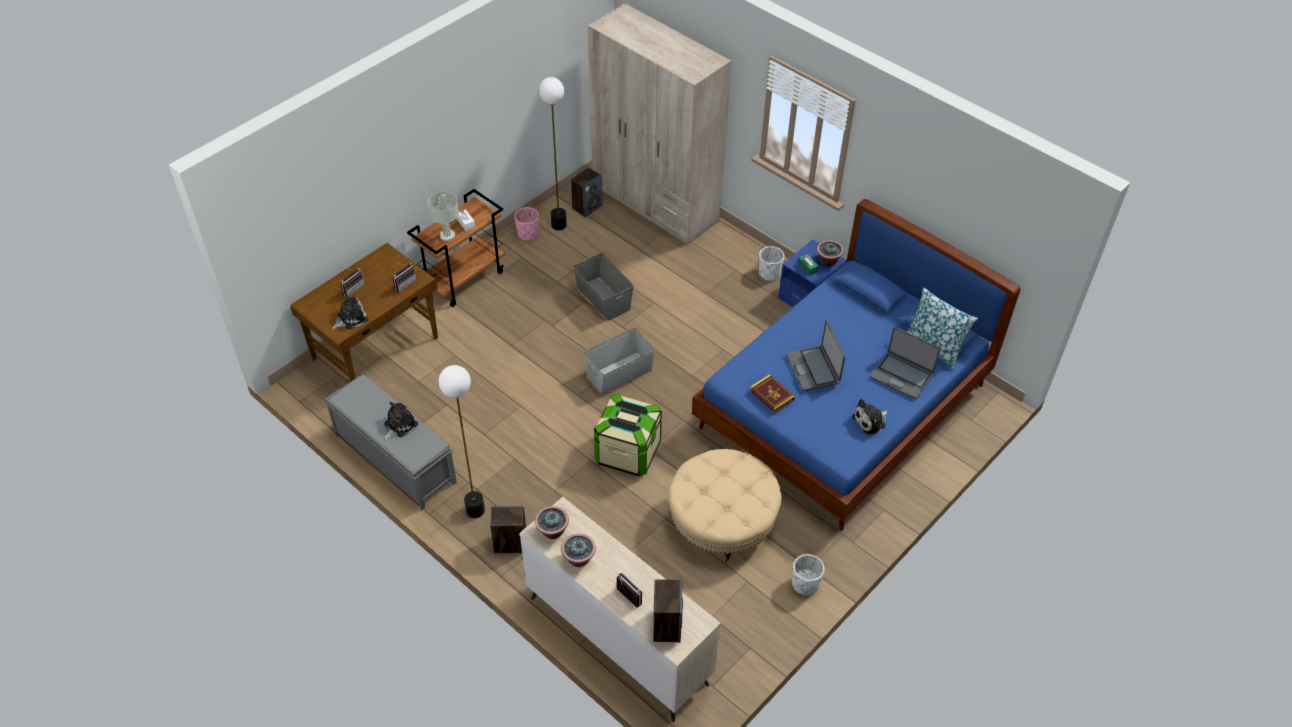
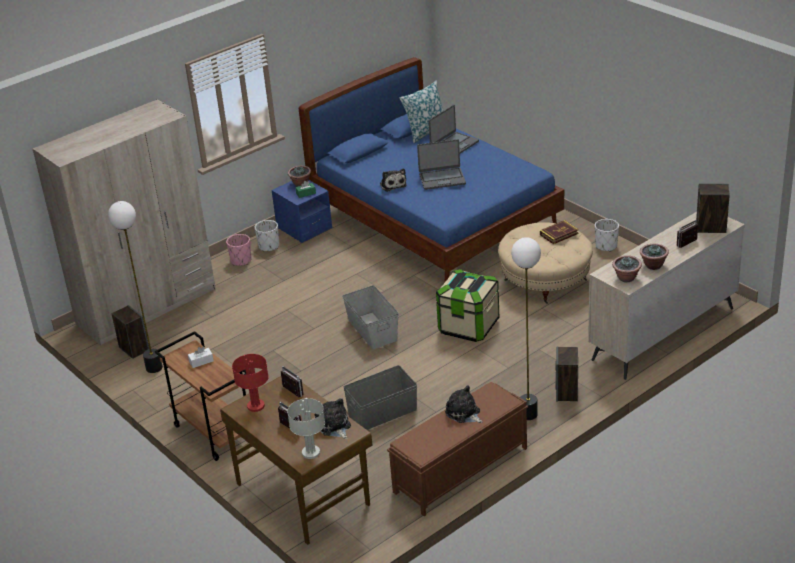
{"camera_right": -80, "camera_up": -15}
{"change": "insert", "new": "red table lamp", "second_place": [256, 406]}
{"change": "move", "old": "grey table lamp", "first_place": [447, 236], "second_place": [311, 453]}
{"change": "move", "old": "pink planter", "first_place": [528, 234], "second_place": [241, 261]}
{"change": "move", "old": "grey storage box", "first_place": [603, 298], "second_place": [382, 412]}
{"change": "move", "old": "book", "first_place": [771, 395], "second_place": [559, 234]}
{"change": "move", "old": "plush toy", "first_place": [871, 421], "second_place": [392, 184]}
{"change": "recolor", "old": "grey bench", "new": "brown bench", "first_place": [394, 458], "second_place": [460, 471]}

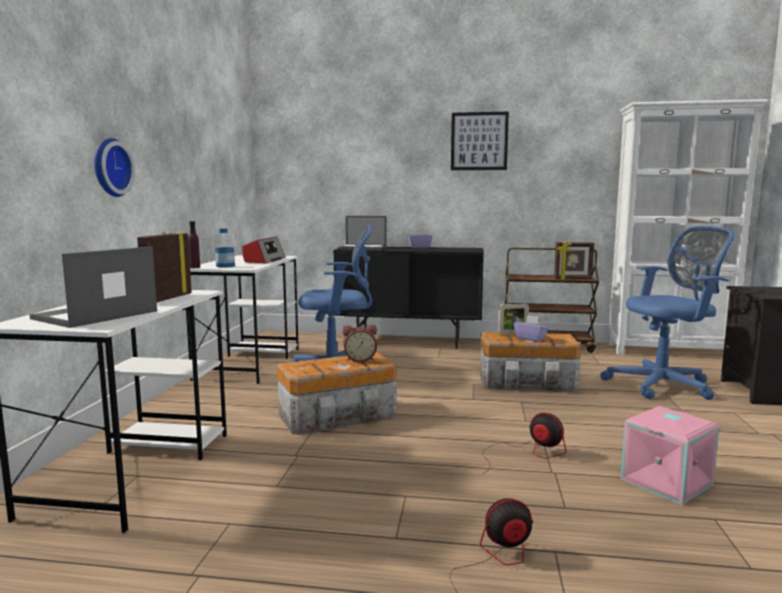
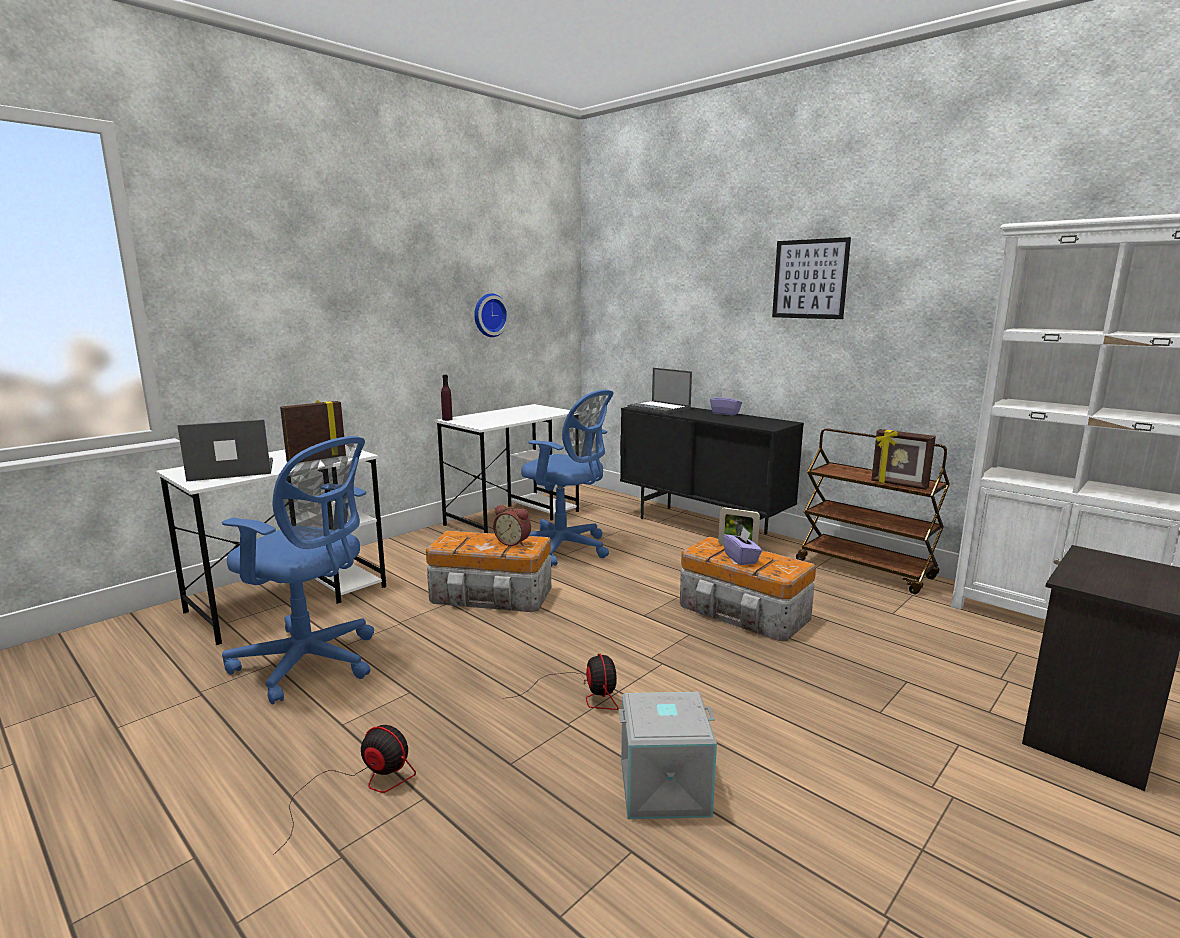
{"camera_right": 35, "camera_up": 5}
{"change": "delete", "old": "bottle", "first_place": [225, 266]}
{"change": "delete", "old": "radio", "first_place": [264, 260]}
{"change": "move", "old": "wall clock", "first_place": [109, 167], "second_place": [489, 315]}
{"change": "move", "old": "blue office chair", "first_place": [664, 385], "second_place": [311, 663]}
{"change": "recolor", "old": "pink storage box", "new": "grey storage box", "first_place": [667, 482], "second_place": [664, 789]}

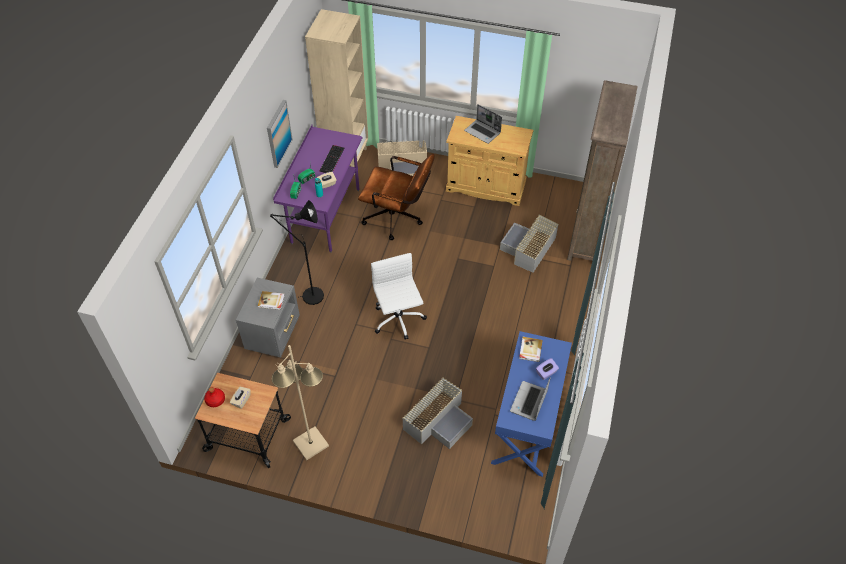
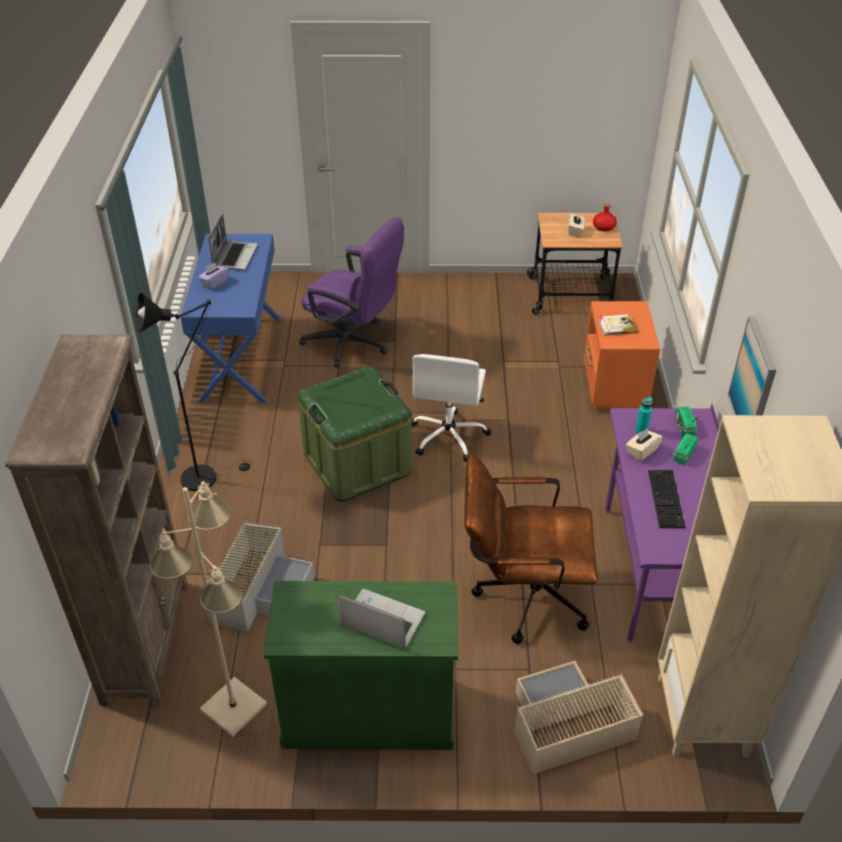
{"camera_right": 165, "camera_up": -10}
{"change": "delete", "old": "book", "first_place": [530, 350]}
{"change": "insert", "new": "green storage box", "second_place": [357, 463]}
{"change": "move", "old": "black floor lamp", "first_place": [308, 297], "second_place": [205, 475]}
{"change": "move", "old": "beige floor lamp", "first_place": [310, 443], "second_place": [234, 707]}
{"change": "replace", "old": "grey storage box", "new": "purple office chair", "first_place": [439, 420], "second_place": [353, 343]}
{"change": "recolor", "old": "grey nightstand", "new": "orange nightstand", "first_place": [274, 334], "second_place": [613, 388]}
{"change": "recolor", "old": "beige cabinet", "new": "green cabinet", "first_place": [486, 186], "second_place": [369, 712]}
{"change": "rotate", "old": "white office chair", "first_place": [398, 320], "second_place": [448, 436], "degrees": 45}

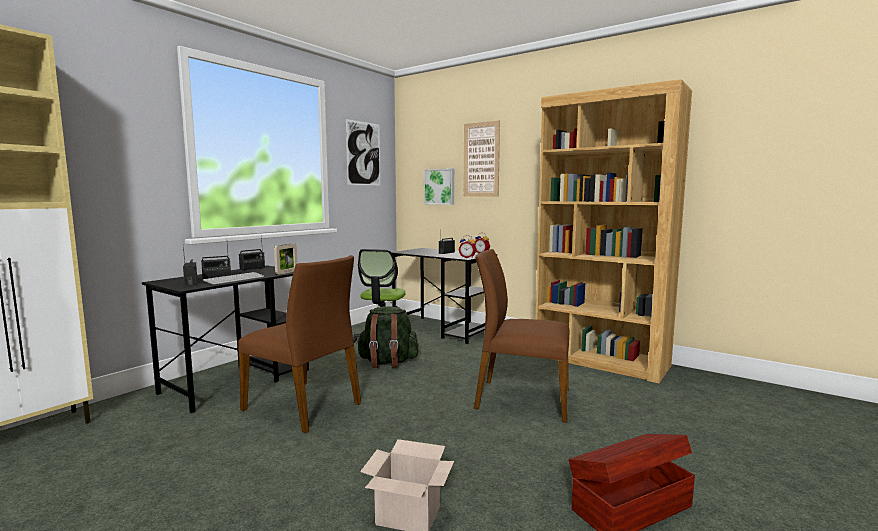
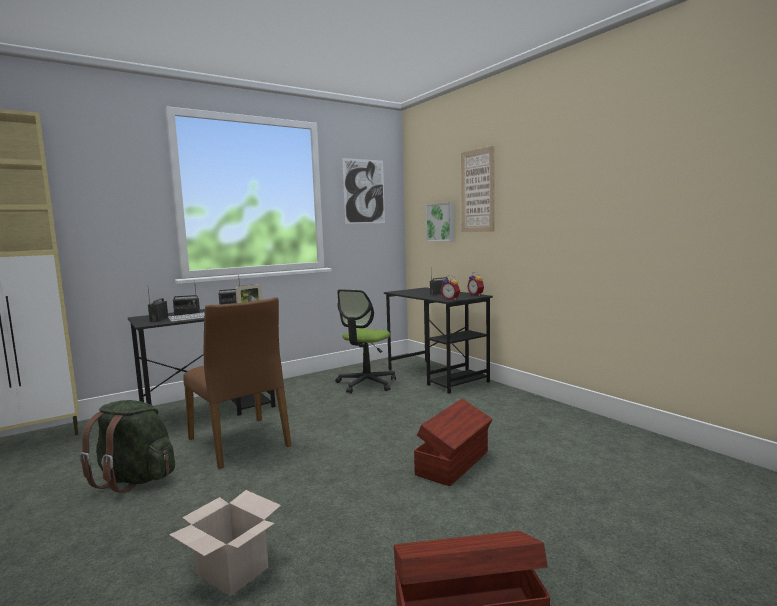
{"camera_right": 20, "camera_up": 0}
{"change": "delete", "old": "brown bookcase", "first_place": [600, 361]}
{"change": "move", "old": "green backpack", "first_place": [387, 362], "second_place": [135, 479]}
{"change": "replace", "old": "brown chair", "new": "brown storage box", "first_place": [521, 399], "second_place": [454, 463]}

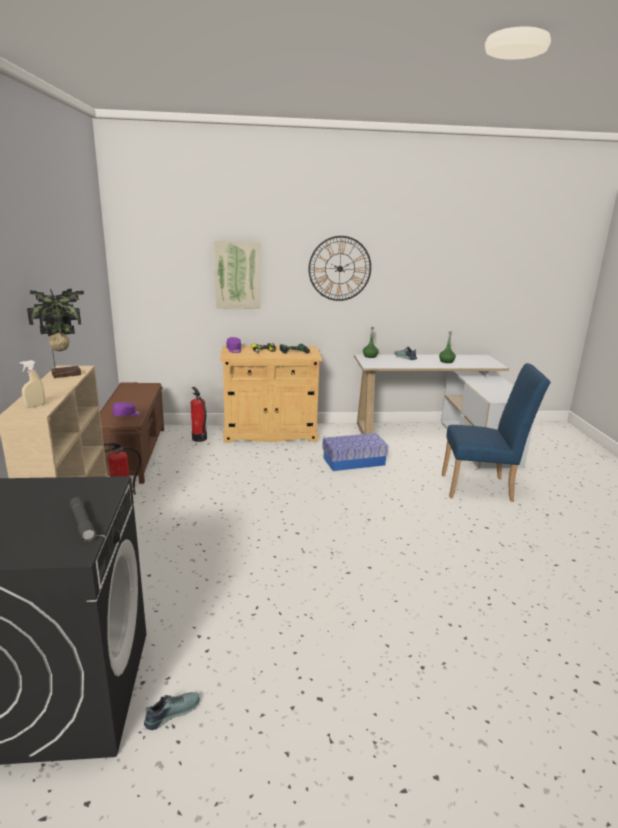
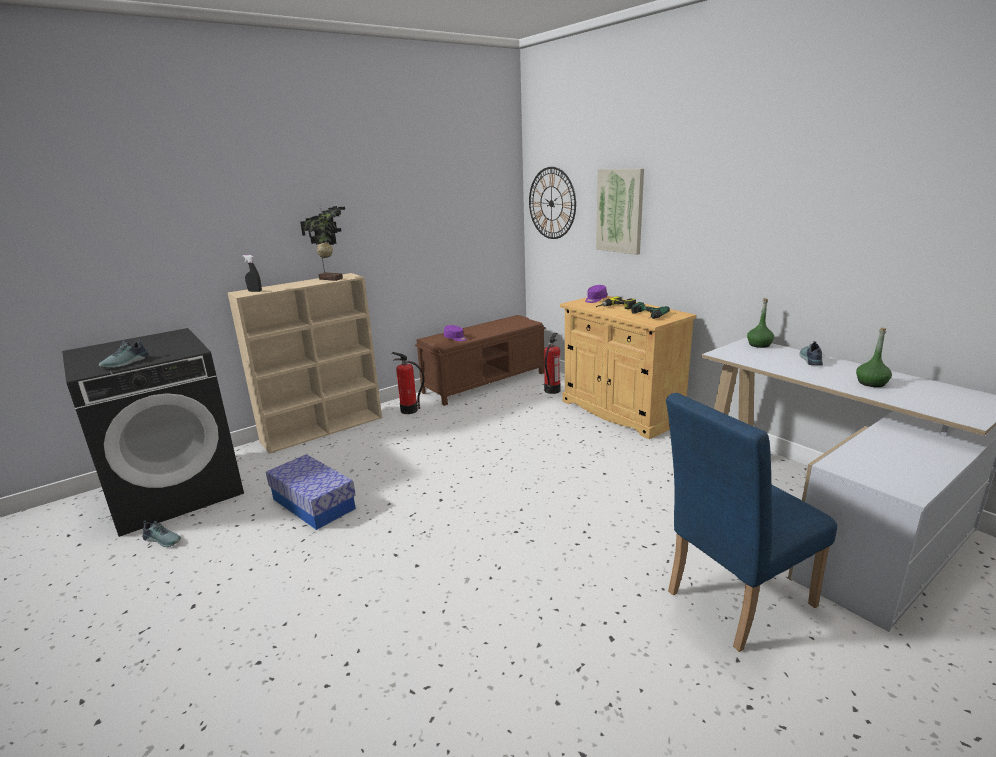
{"camera_right": 60, "camera_up": 0}
{"change": "move", "old": "wall clock", "first_place": [340, 268], "second_place": [551, 203]}
{"change": "move", "old": "storage box", "first_place": [354, 461], "second_place": [313, 504]}
{"change": "replace", "old": "grey flashlight", "new": "shoe", "first_place": [82, 524], "second_place": [126, 363]}
{"change": "recolor", "old": "beige spray bottle", "new": "black spray bottle", "first_place": [35, 406], "second_place": [255, 291]}
{"change": "rotate", "old": "blue chair", "first_place": [482, 488], "second_place": [732, 602], "degrees": 90}

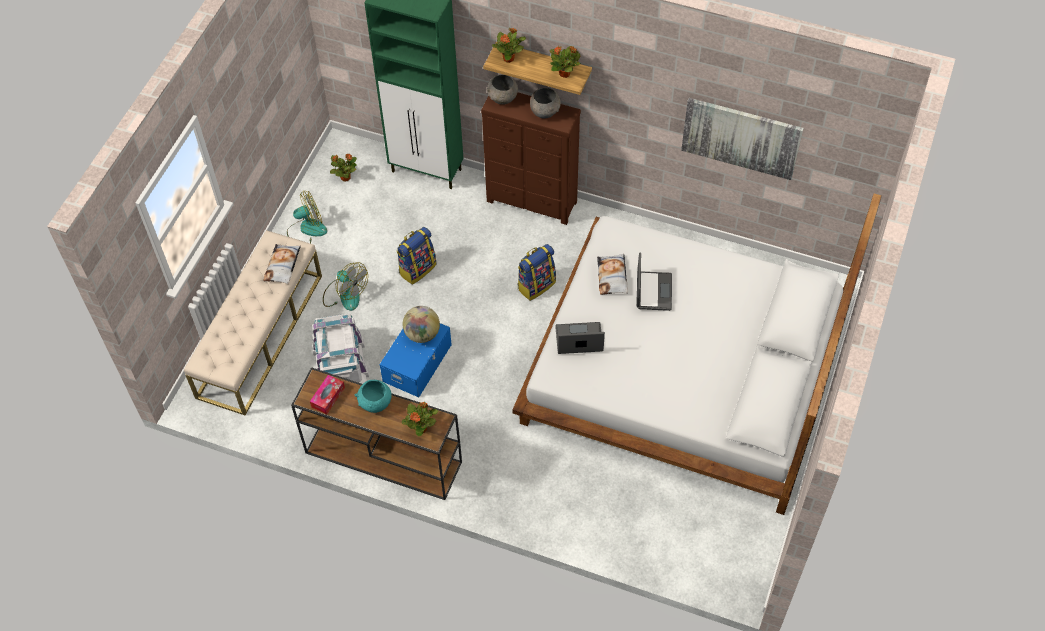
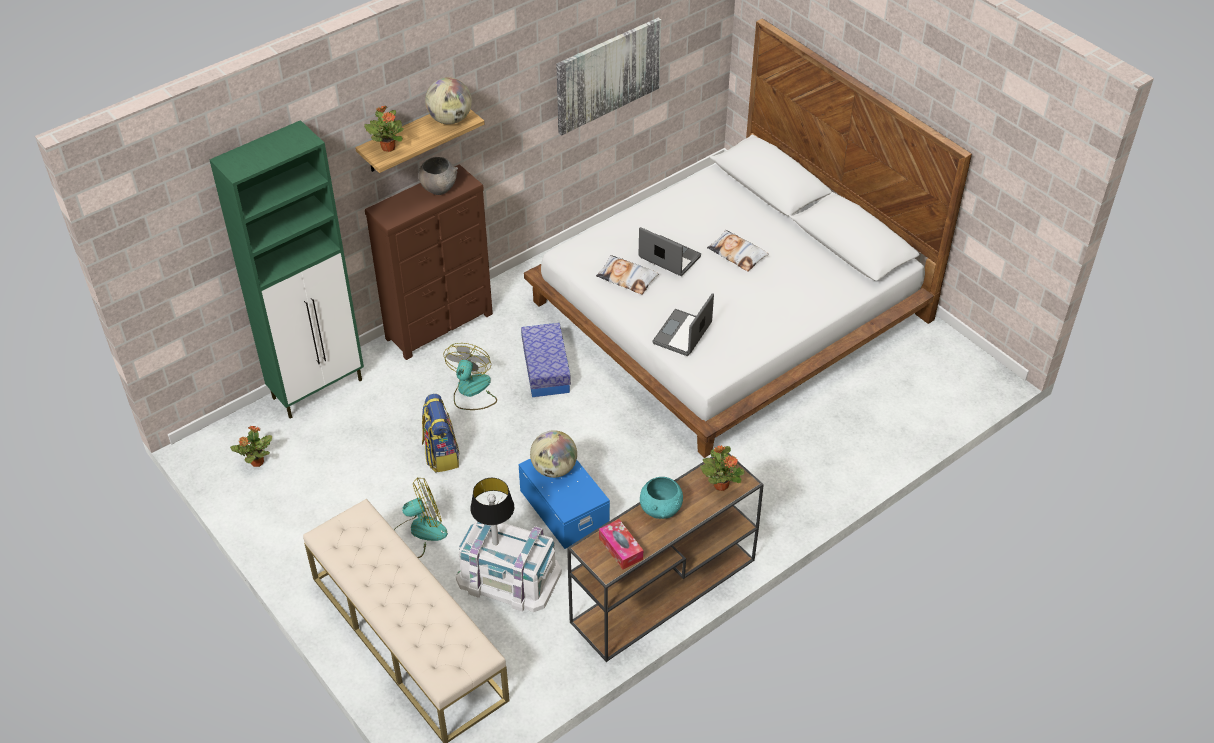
{"camera_right": -60, "camera_up": -10}
{"change": "delete", "old": "grey bowl", "first_place": [502, 99]}
{"change": "insert", "new": "table lamp", "second_place": [495, 542]}
{"change": "move", "old": "pillow", "first_place": [283, 266], "second_place": [737, 254]}
{"change": "move", "old": "fan", "first_place": [306, 230], "second_place": [471, 391]}
{"change": "replace", "old": "backpack", "new": "storage box", "first_place": [536, 285], "second_place": [546, 369]}
{"change": "replace", "old": "potted plant", "new": "globe", "first_place": [565, 73], "second_place": [450, 119]}

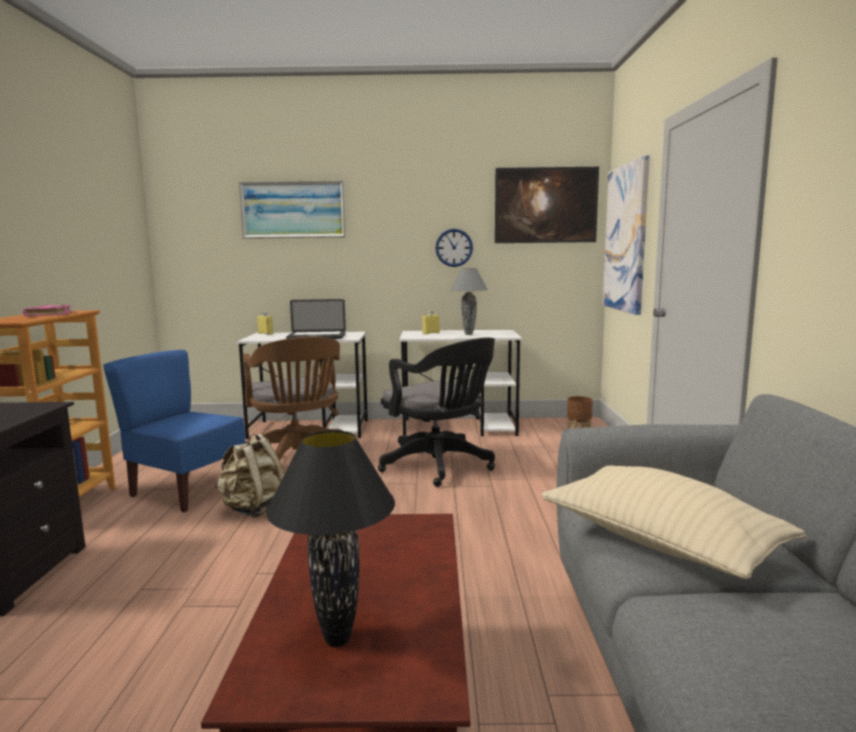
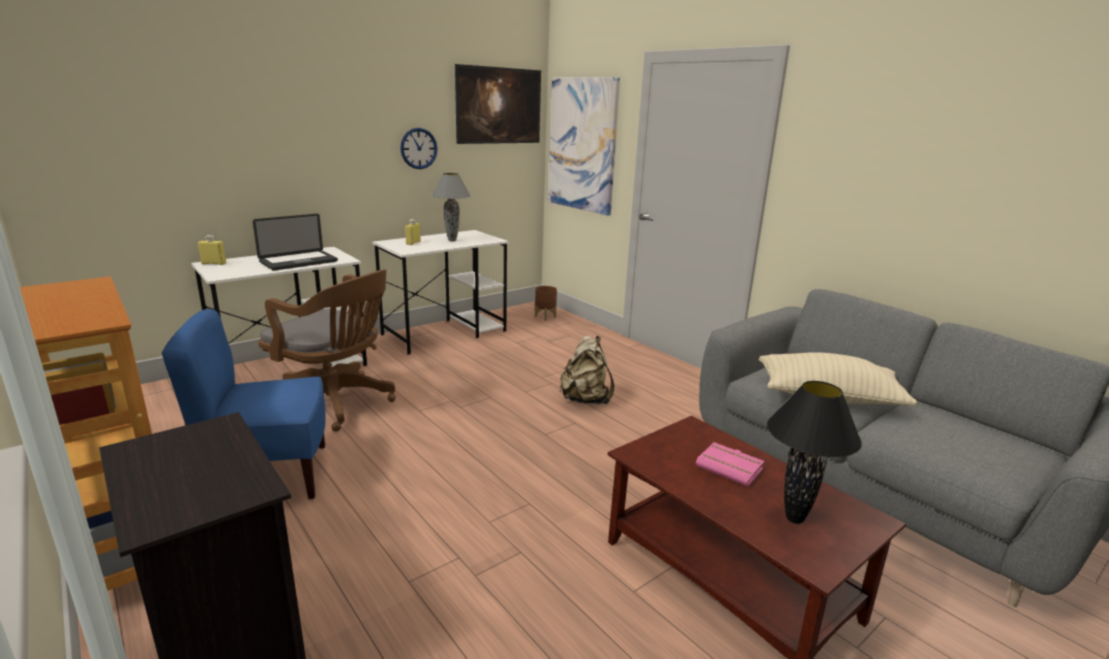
{"camera_right": -40, "camera_up": 10}
{"change": "delete", "old": "picture", "first_place": [293, 210]}
{"change": "delete", "old": "black office chair", "first_place": [440, 466]}
{"change": "move", "old": "pink book", "first_place": [50, 314], "second_place": [731, 468]}
{"change": "move", "old": "beige backpack", "first_place": [254, 509], "second_place": [585, 400]}

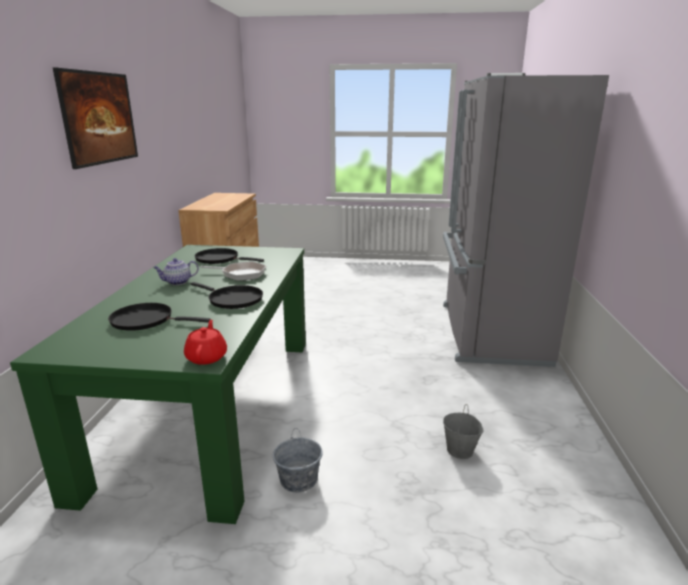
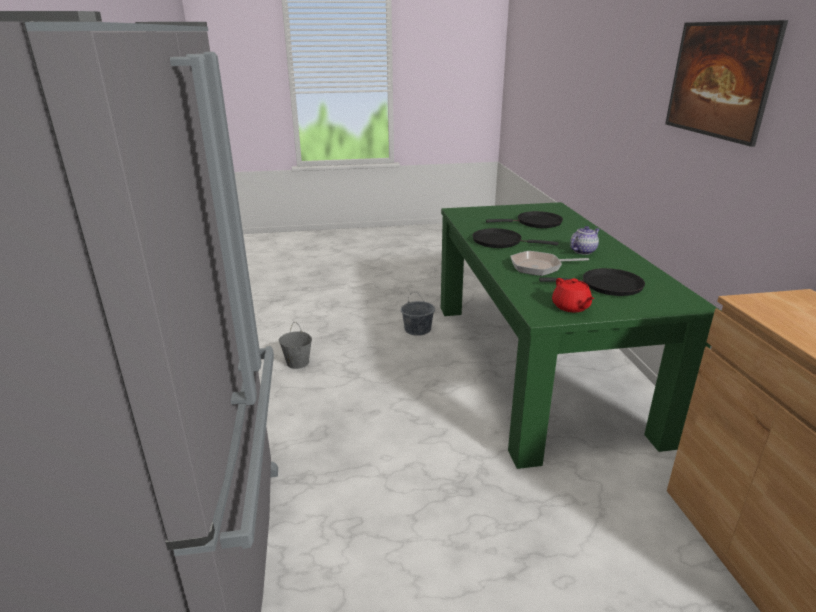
{"camera_right": 165, "camera_up": 5}
{"change": "move", "old": "red teapot", "first_place": [207, 357], "second_place": [571, 307]}

